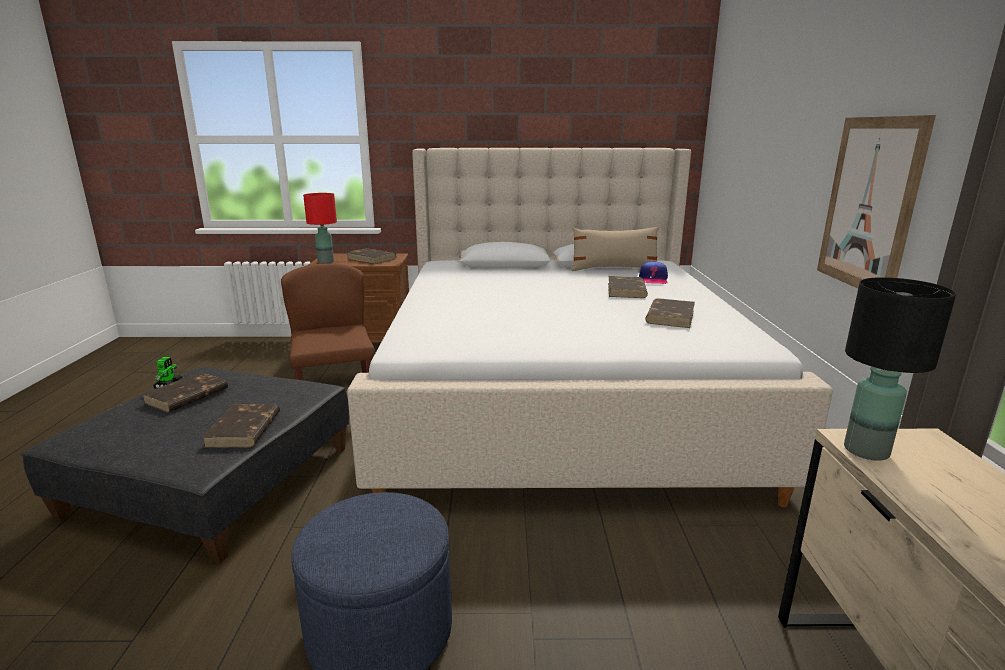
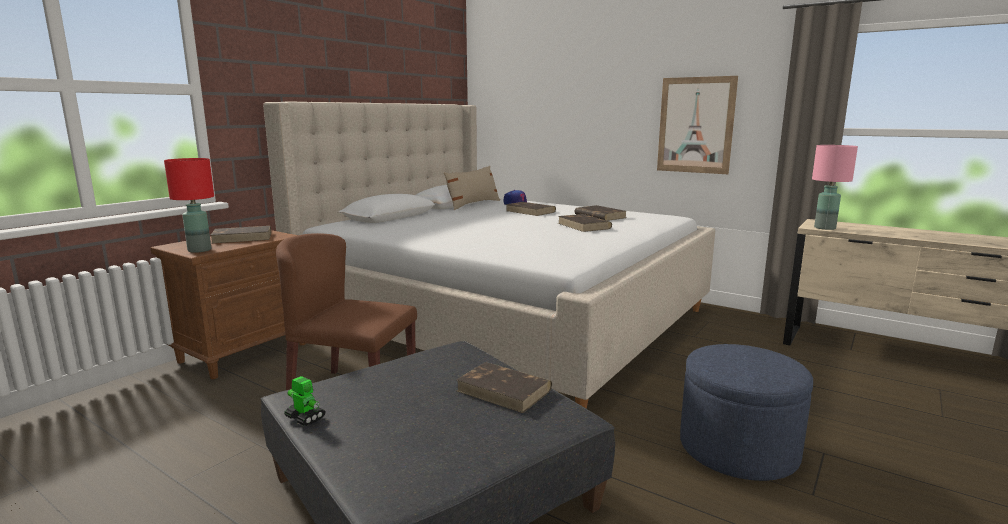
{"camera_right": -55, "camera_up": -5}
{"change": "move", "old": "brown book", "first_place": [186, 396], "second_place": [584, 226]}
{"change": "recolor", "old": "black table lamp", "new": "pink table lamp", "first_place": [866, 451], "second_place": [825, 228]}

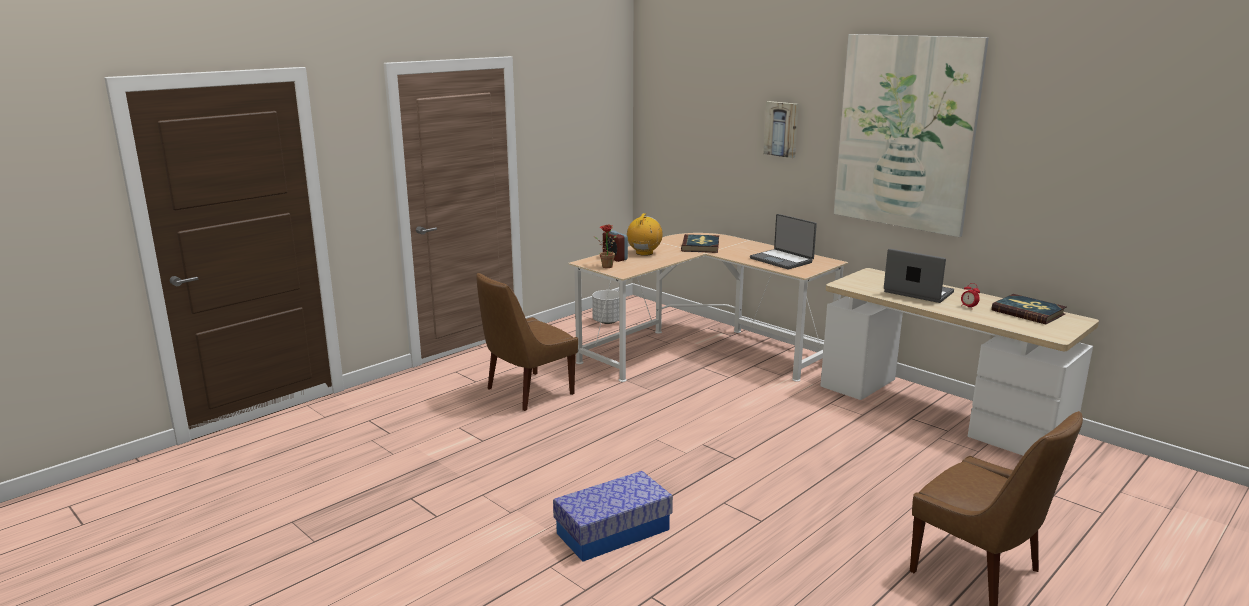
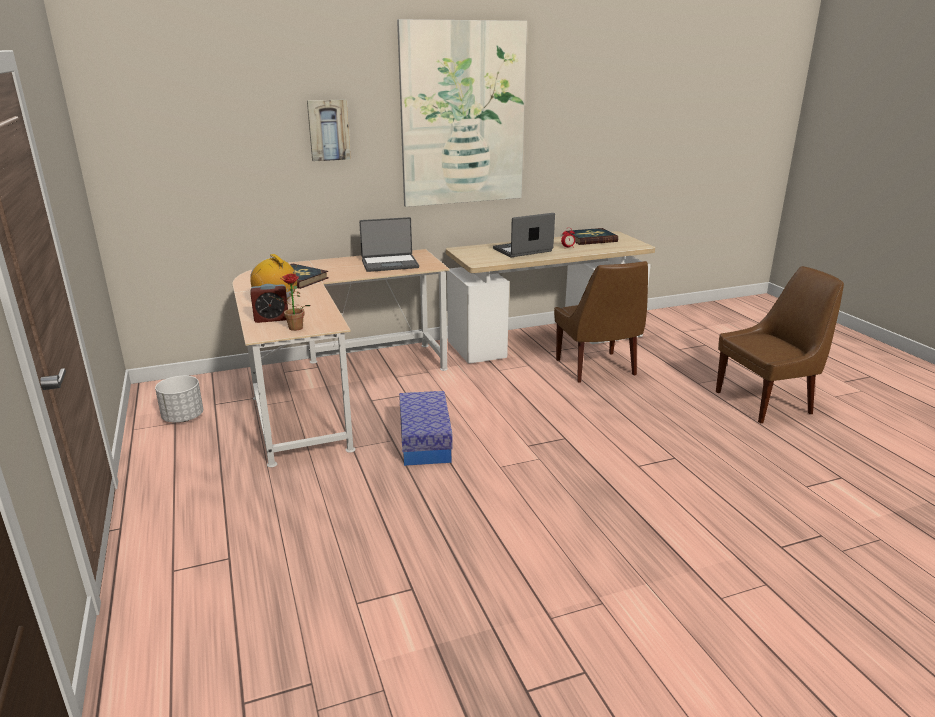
{"camera_right": -65, "camera_up": 5}
{"change": "move", "old": "brown chair", "first_place": [527, 392], "second_place": [596, 369]}
{"change": "move", "old": "storage box", "first_place": [613, 531], "second_place": [425, 441]}

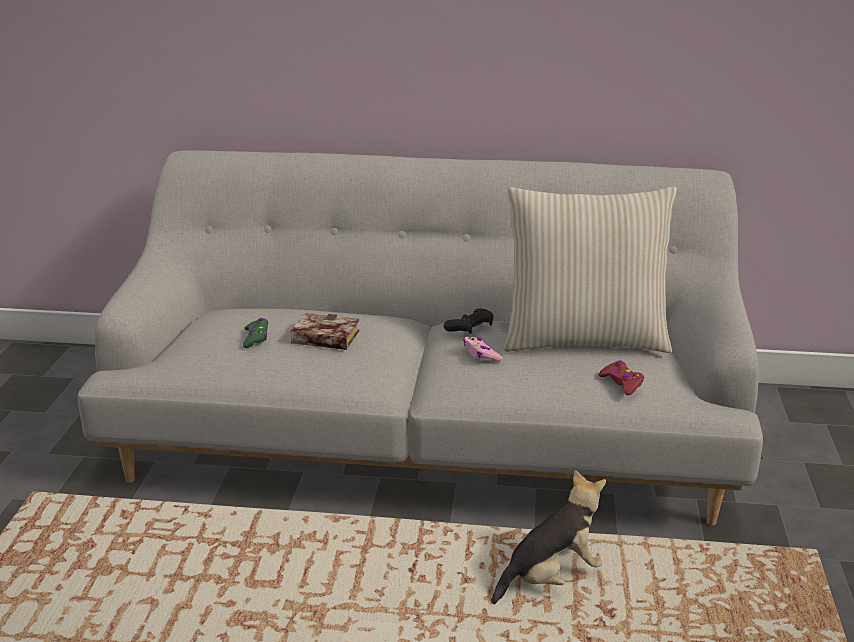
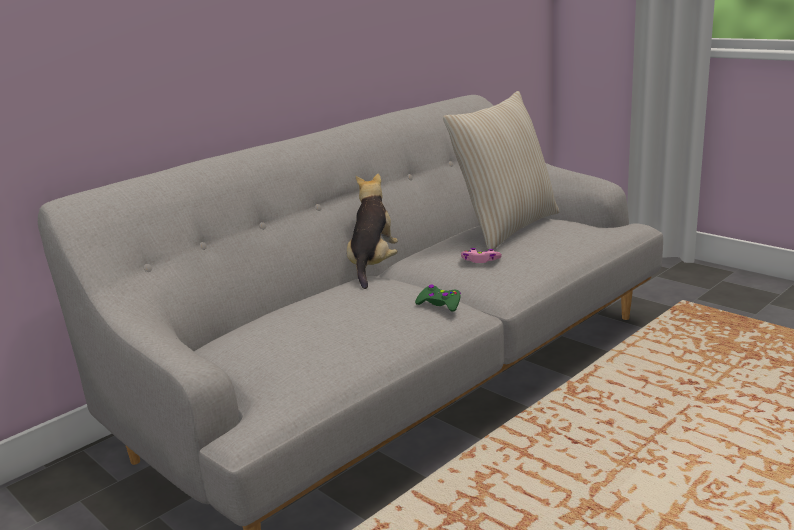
{"camera_right": -50, "camera_up": -5}
{"change": "delete", "old": "book", "first_place": [322, 338]}
{"change": "delete", "old": "black game controller", "first_place": [470, 328]}
{"change": "delete", "old": "red game controller", "first_place": [622, 383]}
{"change": "move", "old": "green game controller", "first_place": [256, 338], "second_place": [439, 304]}
{"change": "move", "old": "plush toy", "first_place": [550, 577], "second_place": [373, 265]}

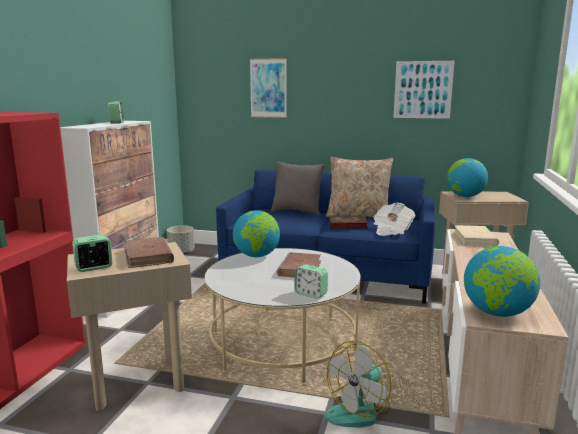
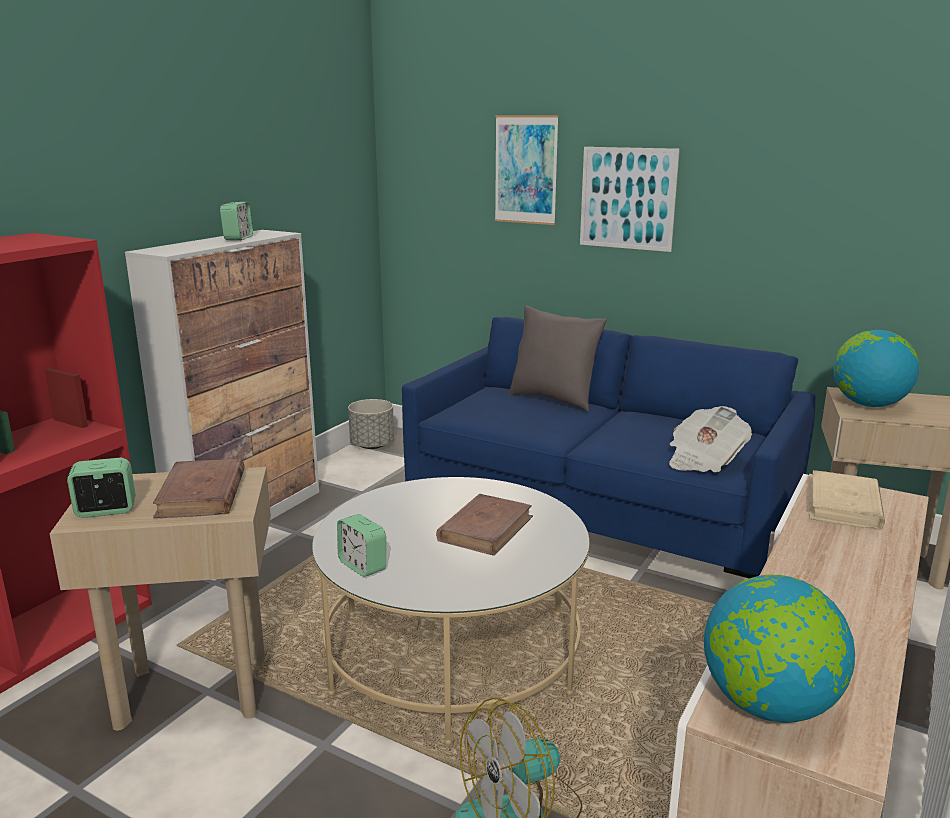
{"camera_right": 15, "camera_up": 5}
{"change": "delete", "old": "globe", "first_place": [256, 256]}
{"change": "delete", "old": "beige pillow", "first_place": [358, 215]}
{"change": "delete", "old": "book", "first_place": [346, 225]}
{"change": "move", "old": "alarm clock", "first_place": [310, 294], "second_place": [362, 566]}
{"change": "move", "old": "picture", "first_place": [423, 89], "second_place": [627, 198]}

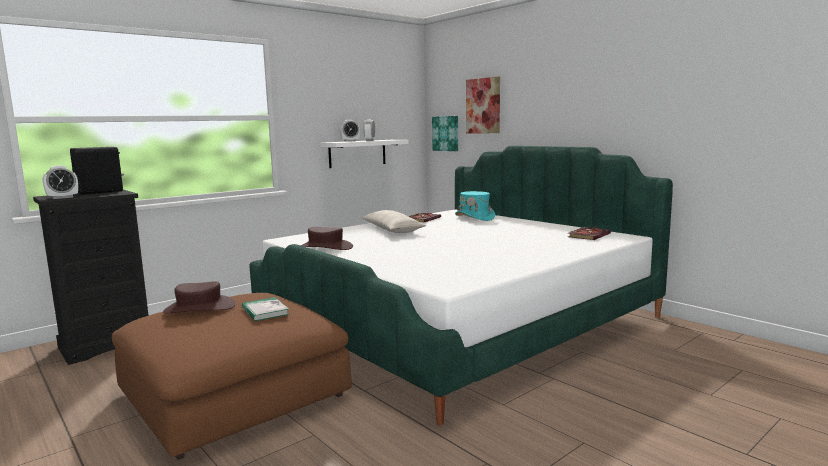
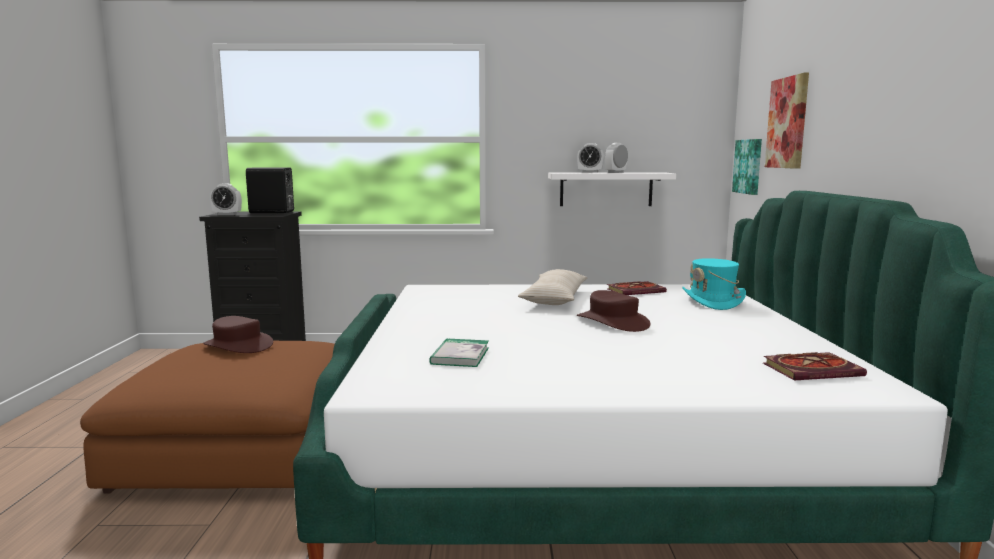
{"camera_right": 40, "camera_up": 0}
{"change": "move", "old": "book", "first_place": [265, 311], "second_place": [460, 355]}
{"change": "move", "old": "brown hat", "first_place": [326, 247], "second_place": [613, 322]}

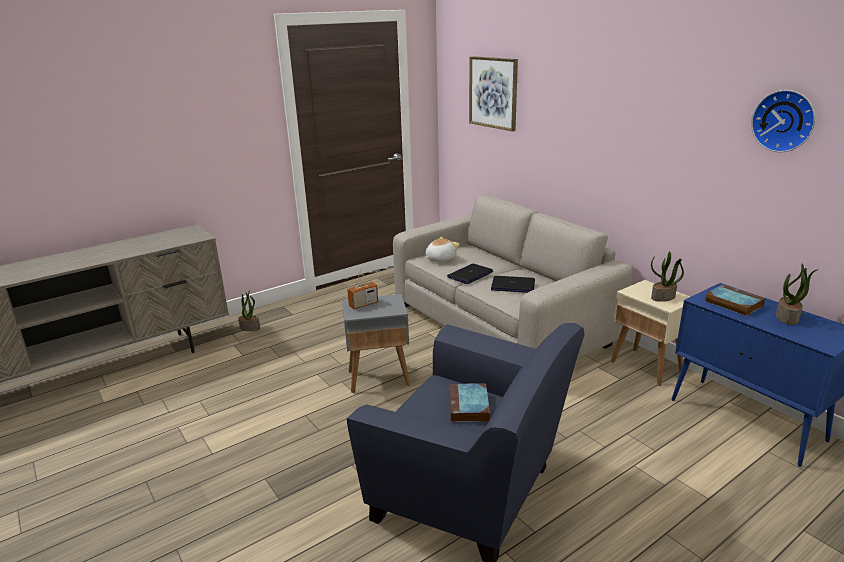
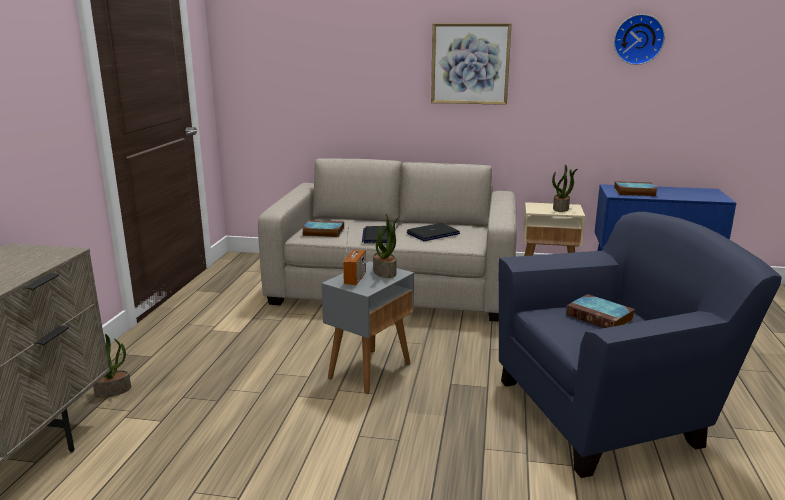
{"camera_right": -45, "camera_up": -5}
{"change": "move", "old": "picture", "first_place": [493, 93], "second_place": [470, 64]}
{"change": "move", "old": "potted plant", "first_place": [788, 317], "second_place": [385, 272]}
{"change": "replace", "old": "plush toy", "new": "book", "first_place": [440, 259], "second_place": [322, 232]}

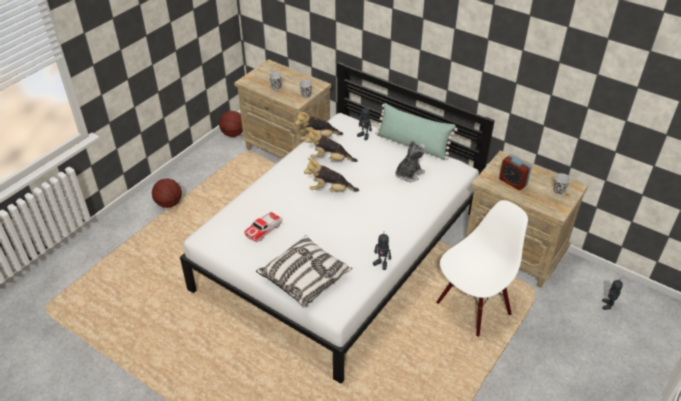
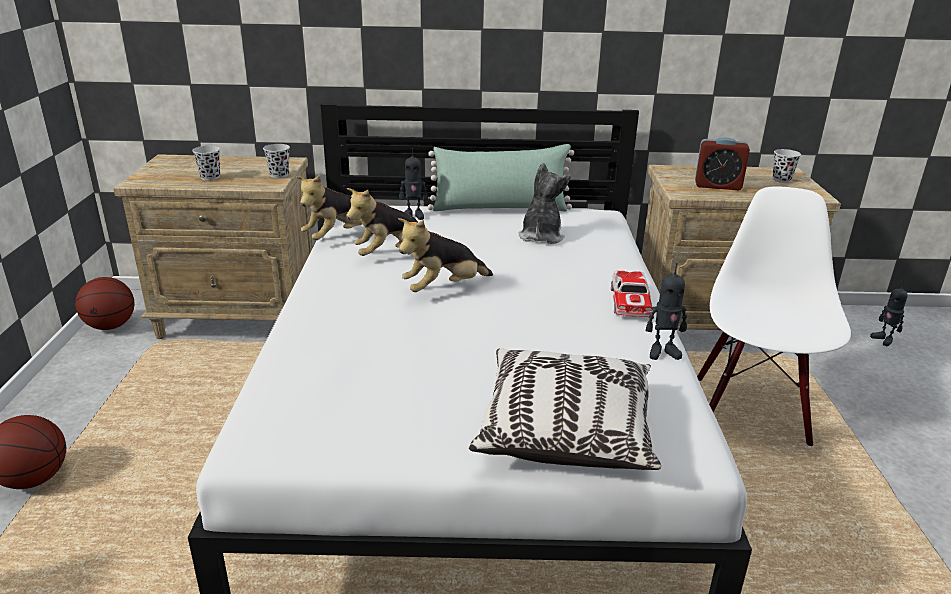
{"camera_right": -35, "camera_up": -15}
{"change": "move", "old": "toy car", "first_place": [263, 230], "second_place": [630, 302]}

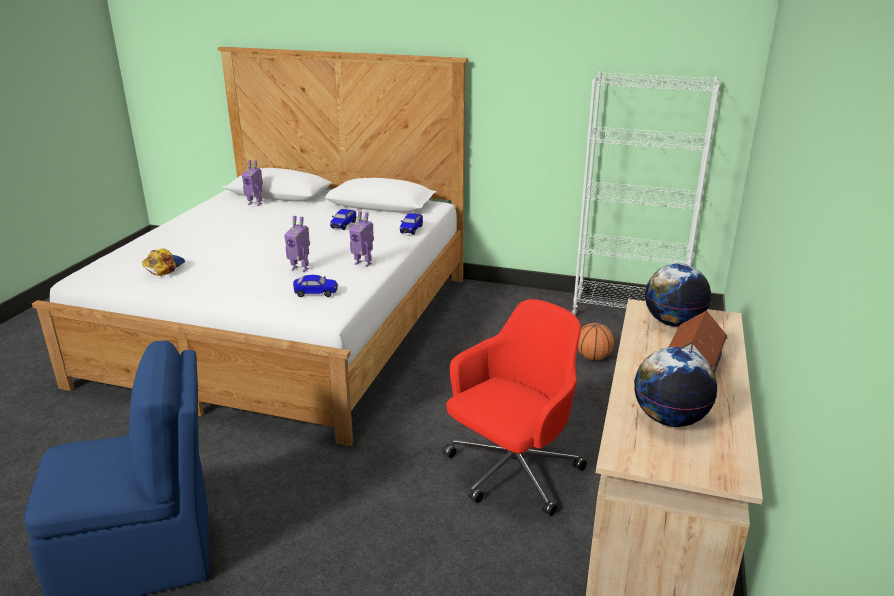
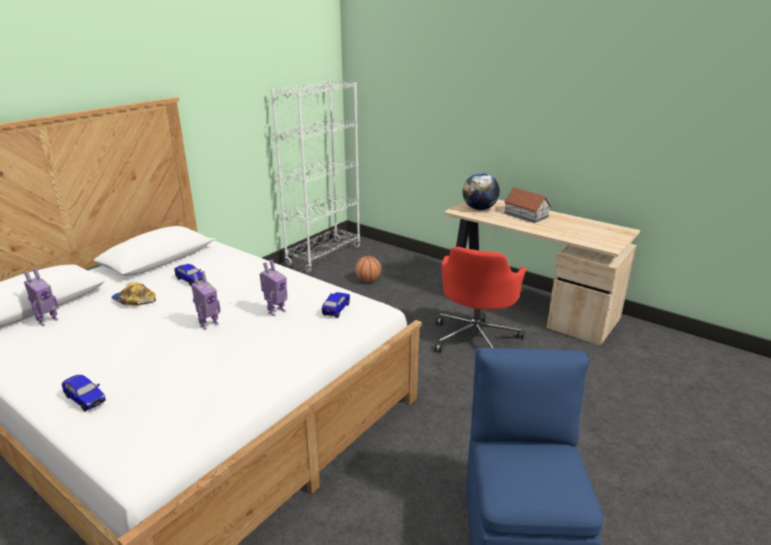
{"camera_right": -70, "camera_up": 0}
{"change": "delete", "old": "globe", "first_place": [669, 419]}
{"change": "move", "old": "cap", "first_place": [163, 267], "second_place": [133, 300]}
{"change": "move", "old": "toy robot", "first_place": [363, 263], "second_place": [208, 324]}
{"change": "move", "old": "toy car", "first_place": [411, 230], "second_place": [85, 399]}
{"change": "rotate", "old": "red office chair", "first_place": [511, 472], "second_place": [475, 338], "degrees": -135}

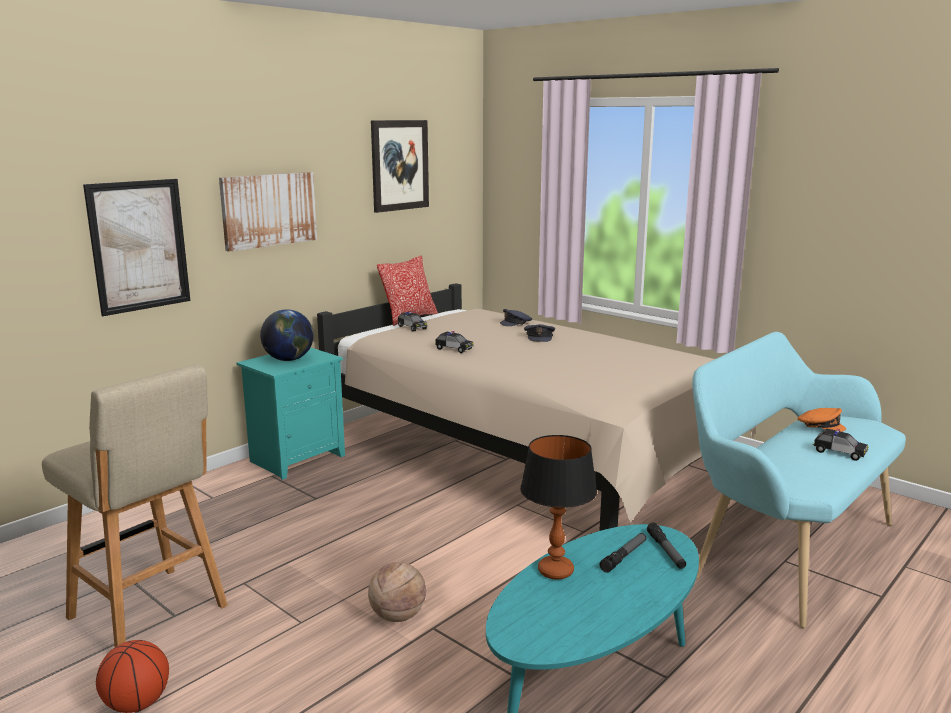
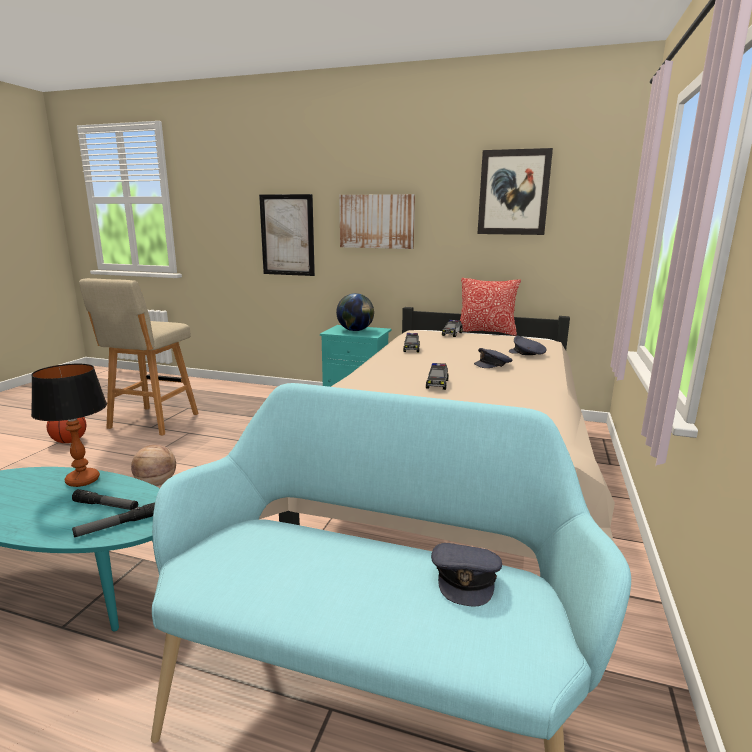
{"camera_right": 65, "camera_up": 0}
{"change": "move", "old": "toy car", "first_place": [839, 452], "second_place": [437, 384]}
{"change": "recolor", "old": "orange cap", "new": "grey cap", "first_place": [820, 425], "second_place": [465, 577]}

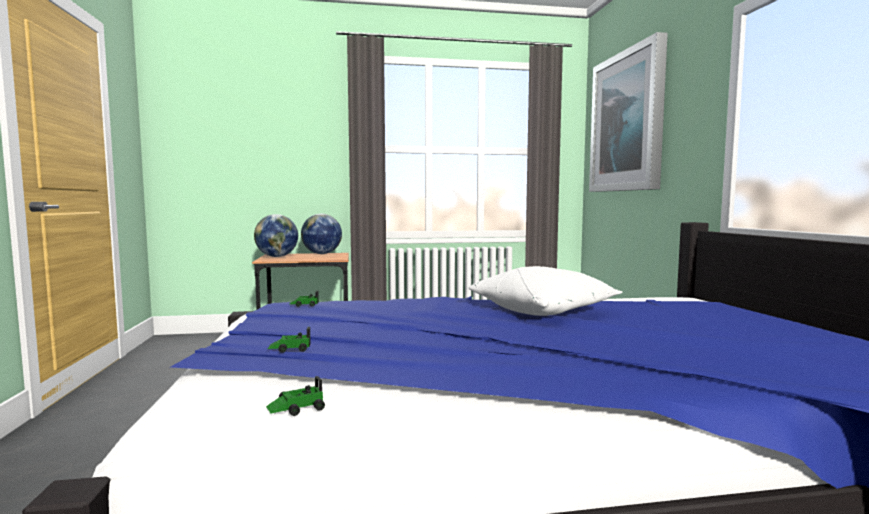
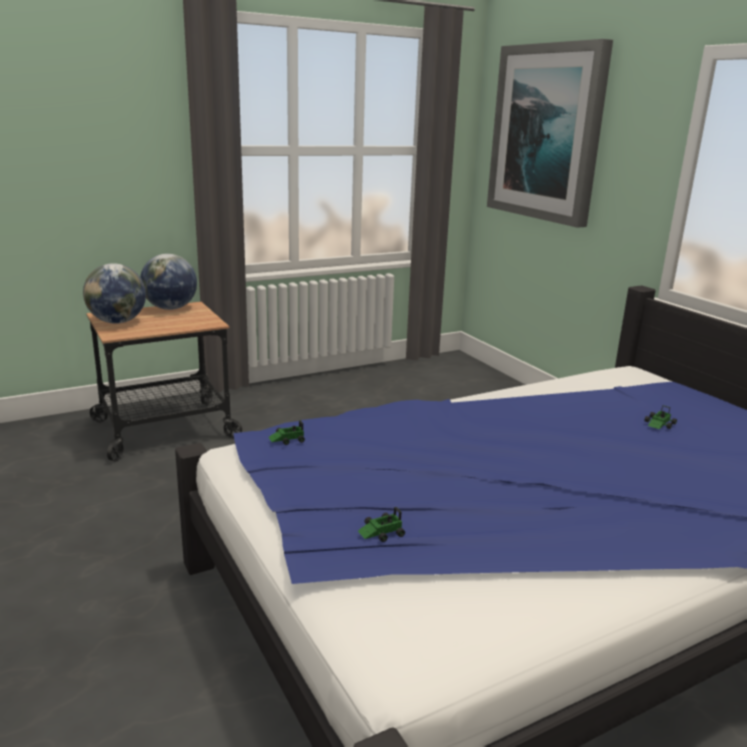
{"camera_right": -20, "camera_up": 15}
{"change": "delete", "old": "white pillow", "first_place": [543, 310]}
{"change": "move", "old": "toy car", "first_place": [295, 406], "second_place": [658, 424]}

